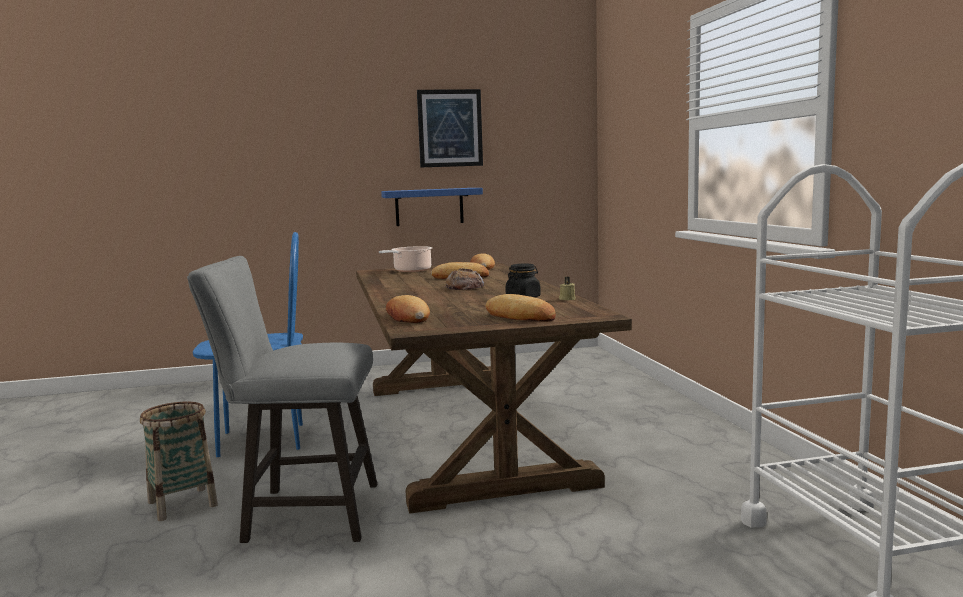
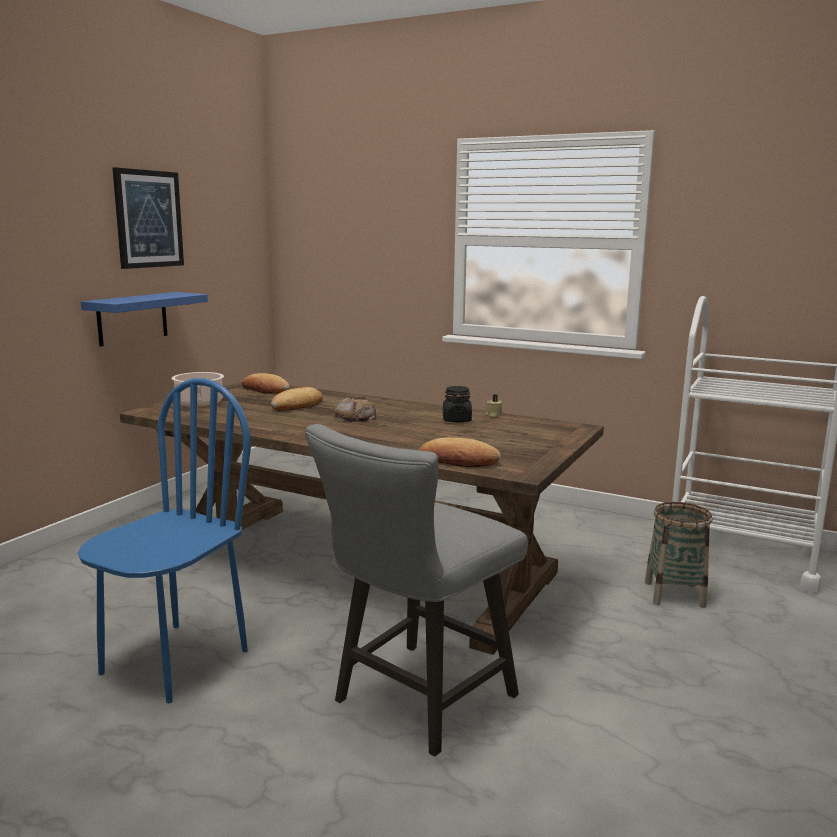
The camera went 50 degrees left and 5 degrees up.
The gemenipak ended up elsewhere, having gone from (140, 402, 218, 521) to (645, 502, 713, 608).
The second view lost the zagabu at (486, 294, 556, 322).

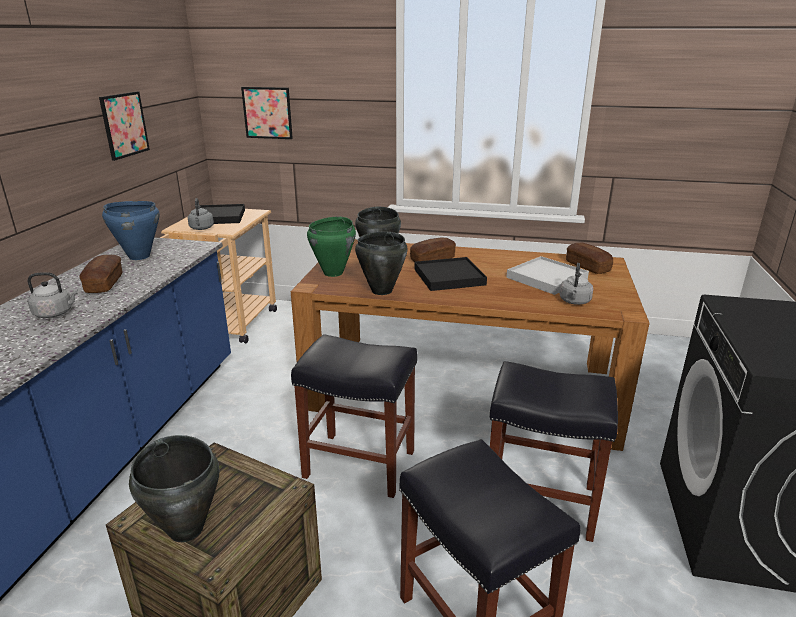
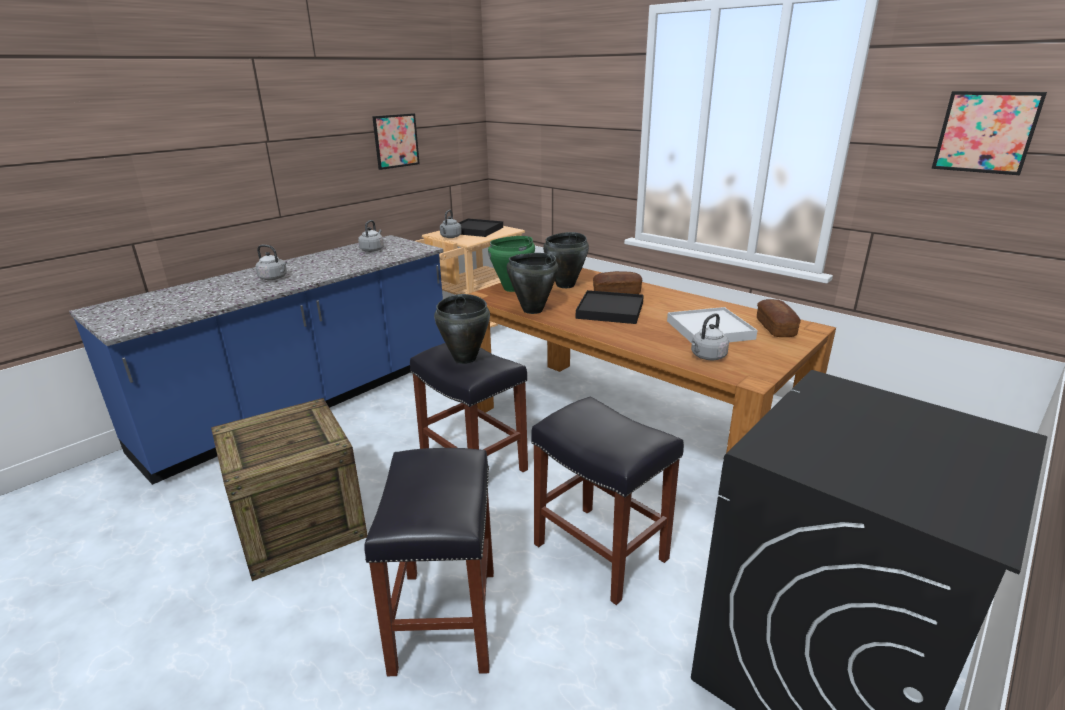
The camera went 30 degrees right and 0 degrees up.
Where the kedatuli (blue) stood at (102, 201, 159, 260), the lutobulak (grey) came to stand at (358, 220, 384, 252).
The kedatuli (black) ended up elsewhere, having gone from (129, 435, 219, 542) to (434, 294, 490, 364).
The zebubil ended up elsewhere, having gone from (241, 87, 293, 139) to (931, 91, 1047, 175).
The second view lost the zagabu at (80, 255, 122, 293).

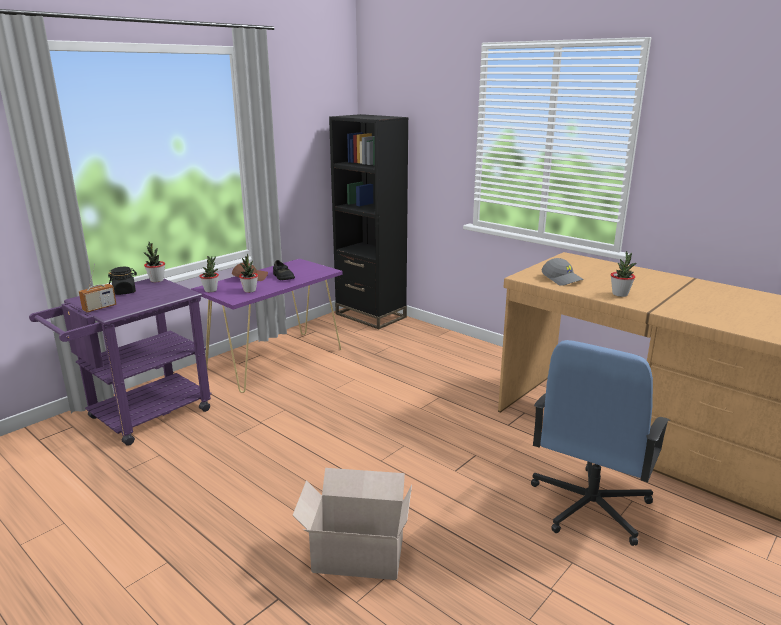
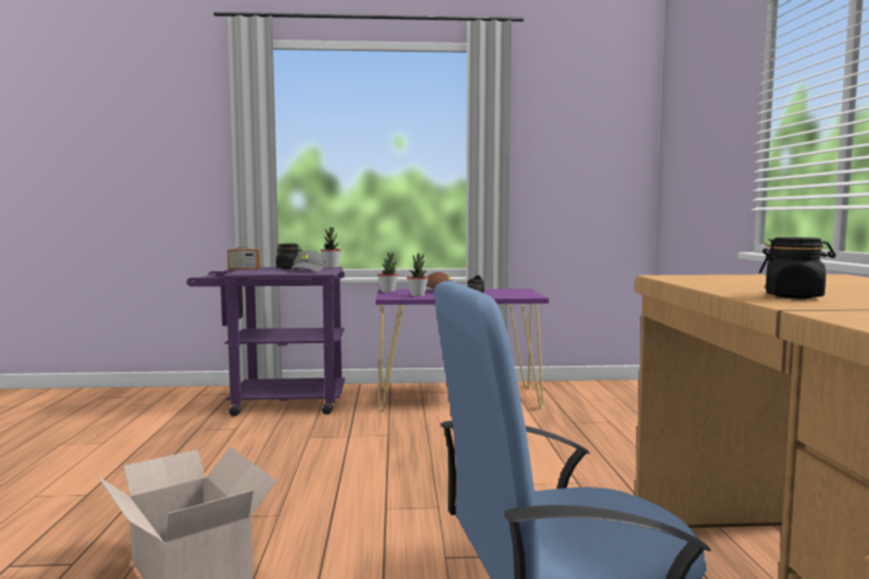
The camera went 45 degrees right and 15 degrees down.
The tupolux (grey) ended up elsewhere, having gone from (542, 258, 584, 286) to (288, 250, 326, 272).
Where the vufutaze stood at (611, 251, 636, 297), the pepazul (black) came to stand at (759, 237, 836, 299).
The second view lost the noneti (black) at (329, 114, 409, 329).

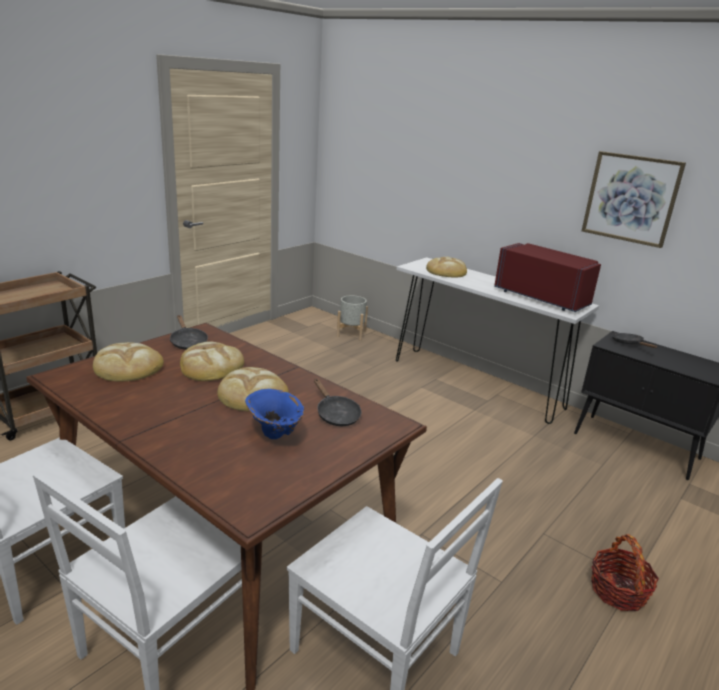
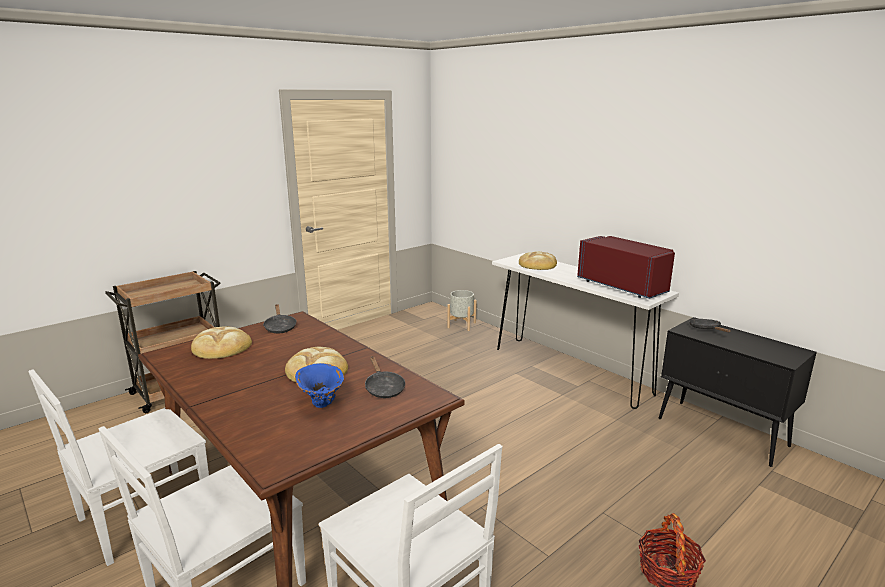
The camera went 10 degrees right and 5 degrees down.
The second view lost the zagabu at (180, 341, 244, 381).
The second view lost the zebubil at (582, 151, 686, 248).

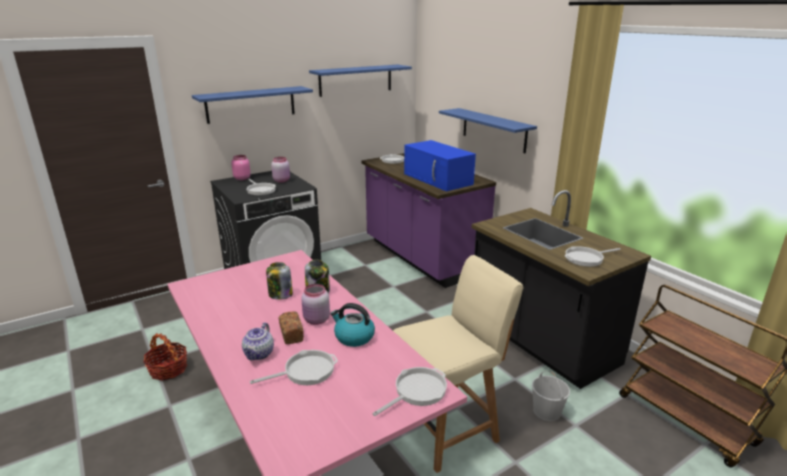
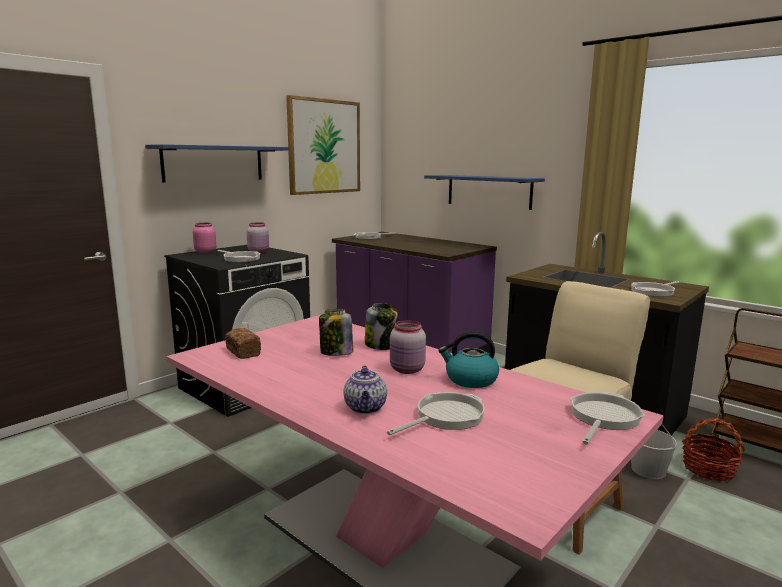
The camera went 15 degrees left and 10 degrees down.
The zagabu ended up elsewhere, having gone from (278, 311, 304, 344) to (225, 328, 261, 359).
Where the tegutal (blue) hung at (309, 65, 412, 97), the zebubil came to hang at (286, 95, 360, 195).
The gemenipak ended up elsewhere, having gone from (143, 333, 187, 381) to (682, 418, 745, 481).
The second view lost the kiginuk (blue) at (404, 140, 476, 191).

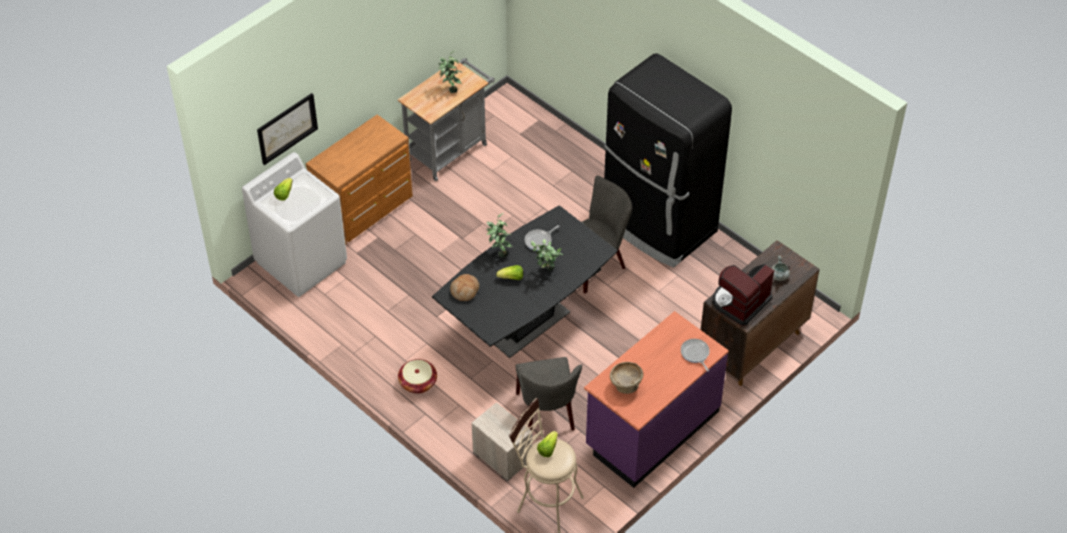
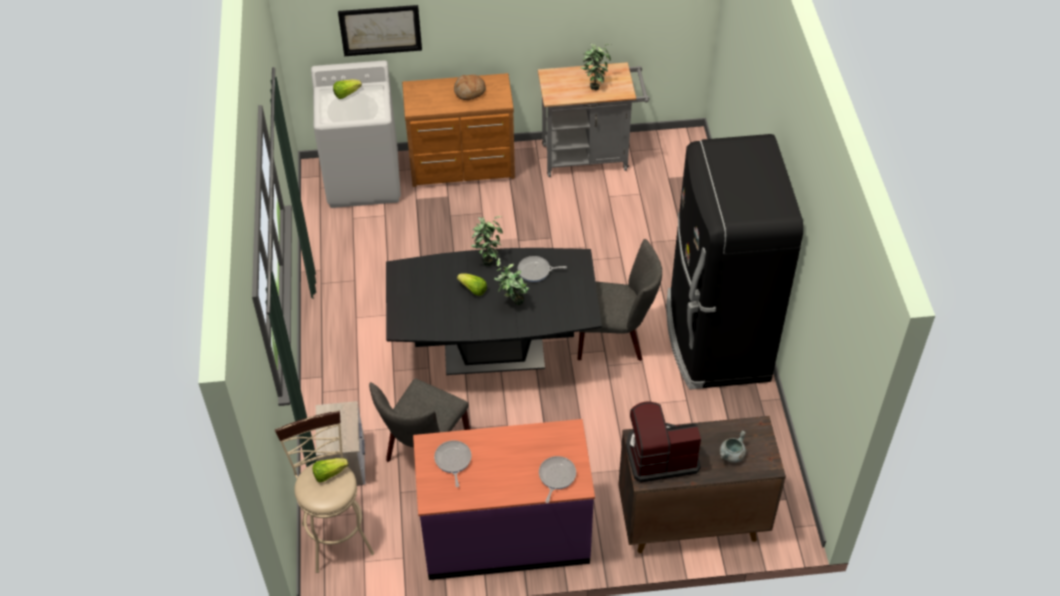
The camera went 40 degrees right and 0 degrees up.
Where the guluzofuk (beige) stood at (610, 362, 643, 394), the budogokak came to stand at (434, 440, 472, 487).
The zagabu ended up elsewhere, having gone from (450, 274, 479, 301) to (454, 74, 486, 100).
The second view lost the gemenipak at (398, 359, 437, 394).

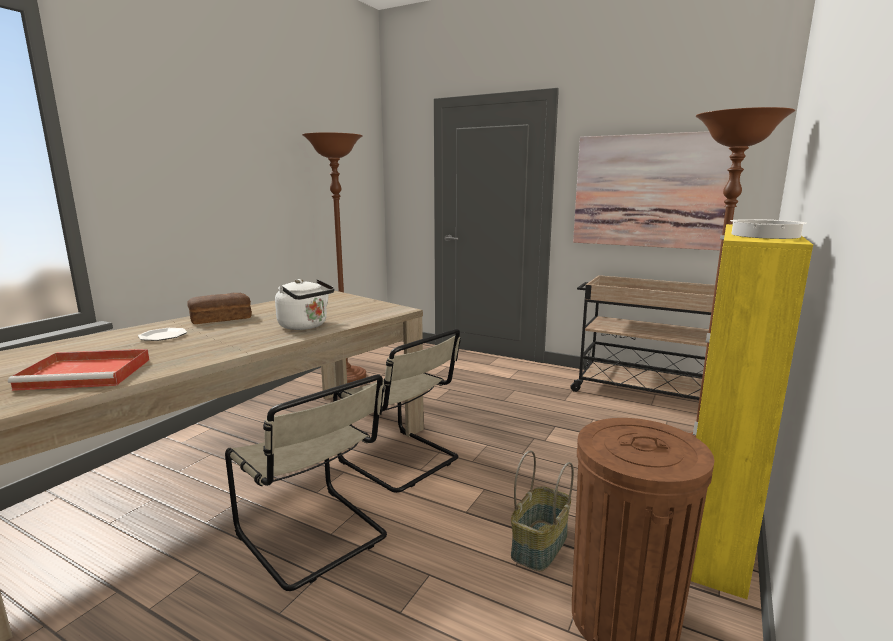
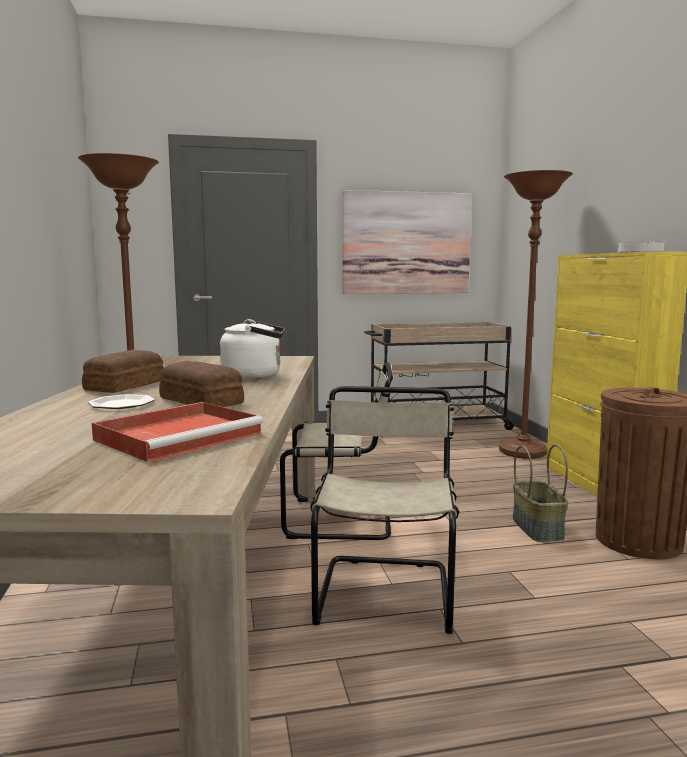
The camera went 40 degrees left and 5 degrees down.
The second view gained the zagabu at (159, 361, 244, 407).
The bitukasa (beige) at (225, 375, 387, 591) ended up facing another way, 90 degrees counterclockwise from before.

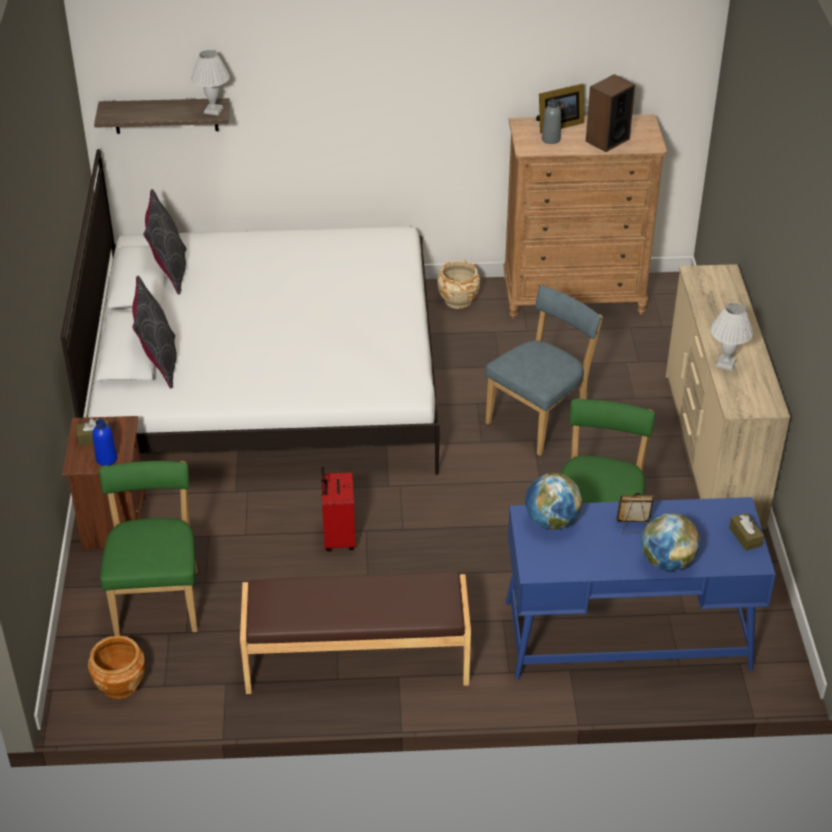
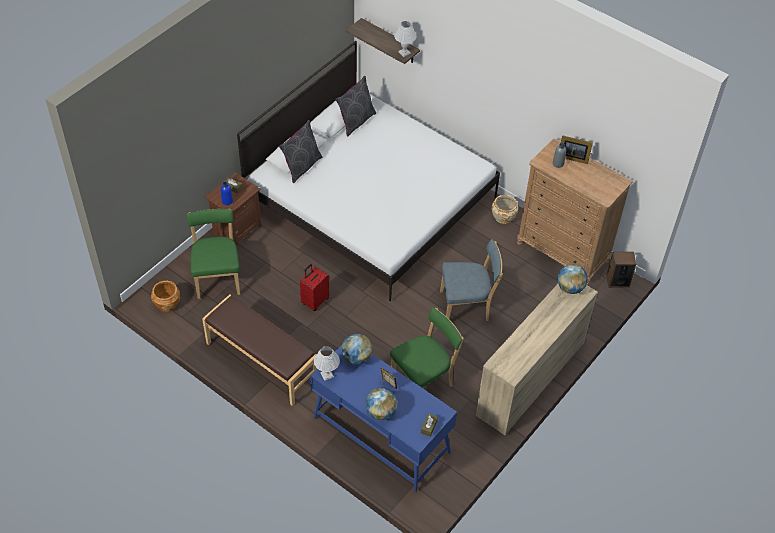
The camera went 40 degrees right and 10 degrees up.
The bitukasa (green) at (99, 461, 198, 636) ended up facing another way, 45 degrees counterclockwise from before.
The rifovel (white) ended up elsewhere, having gone from (710, 303, 753, 371) to (314, 346, 340, 381).
The second view gained the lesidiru at (557, 264, 588, 294).
The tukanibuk ended up elsewhere, having gone from (586, 74, 635, 152) to (607, 252, 636, 287).

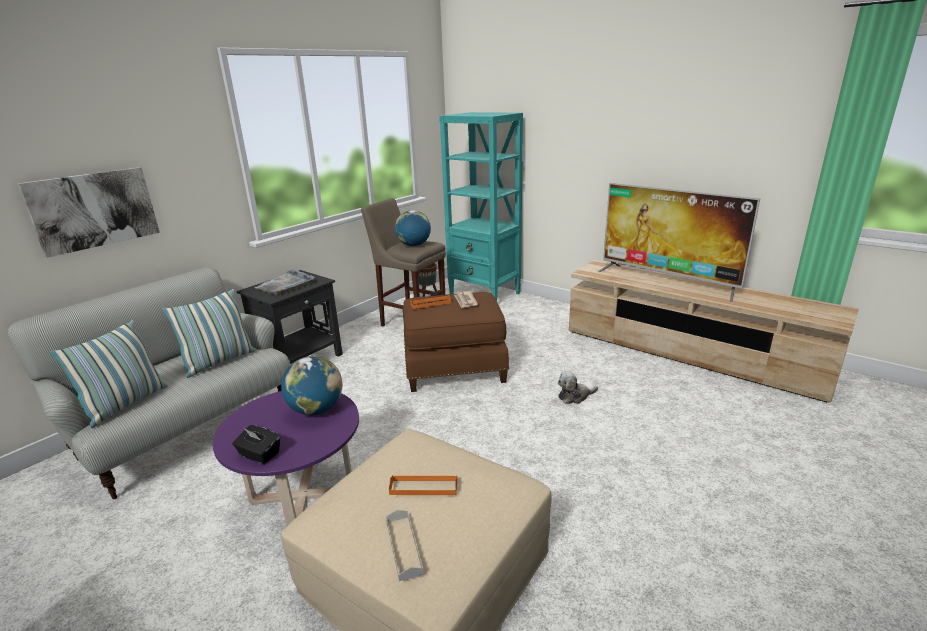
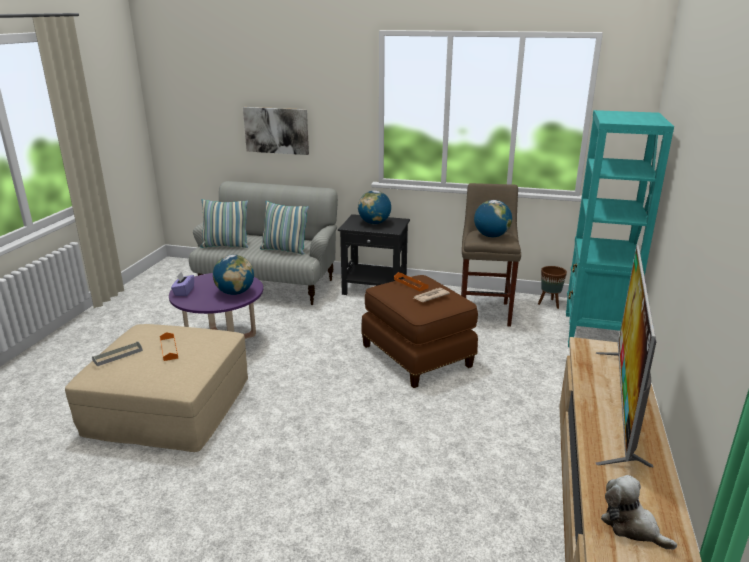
The camera went 65 degrees right and 0 degrees up.
What was the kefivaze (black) at (232, 425, 280, 464) turned into the kefivaze (purple) at (171, 272, 194, 296).
Where the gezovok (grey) stood at (254, 270, 314, 295), the lesidiru came to stand at (358, 190, 391, 224).
The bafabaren ended up elsewhere, having gone from (558, 371, 598, 404) to (601, 475, 677, 550).

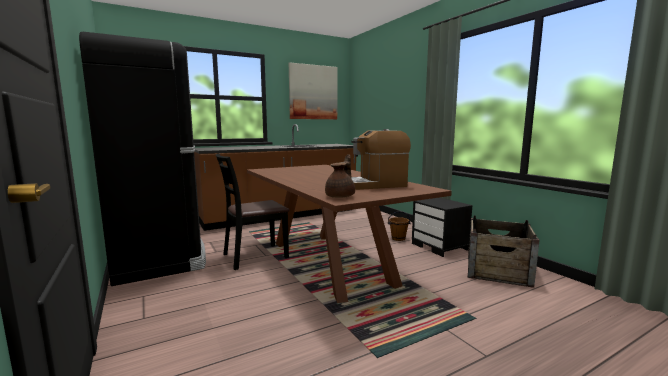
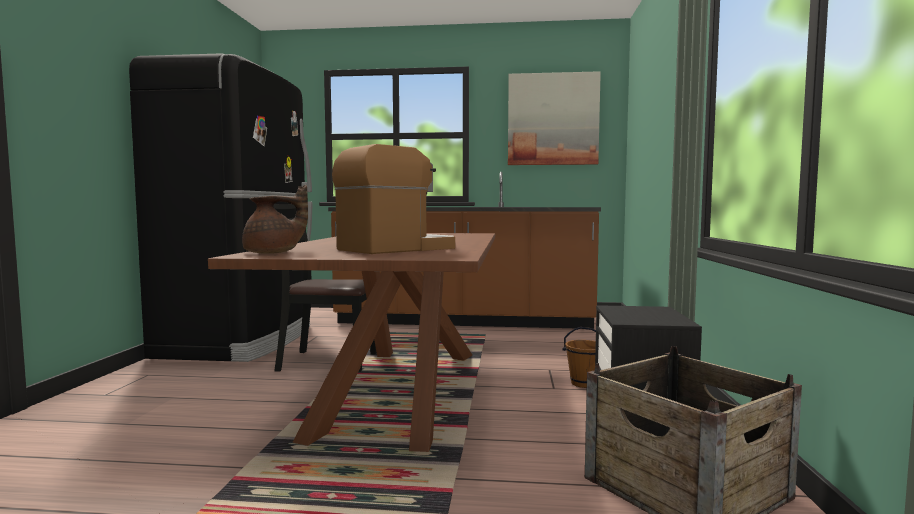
The camera went 35 degrees right and 5 degrees down.
The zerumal at (351, 129, 411, 190) ended up facing another way, 120 degrees clockwise from before.

